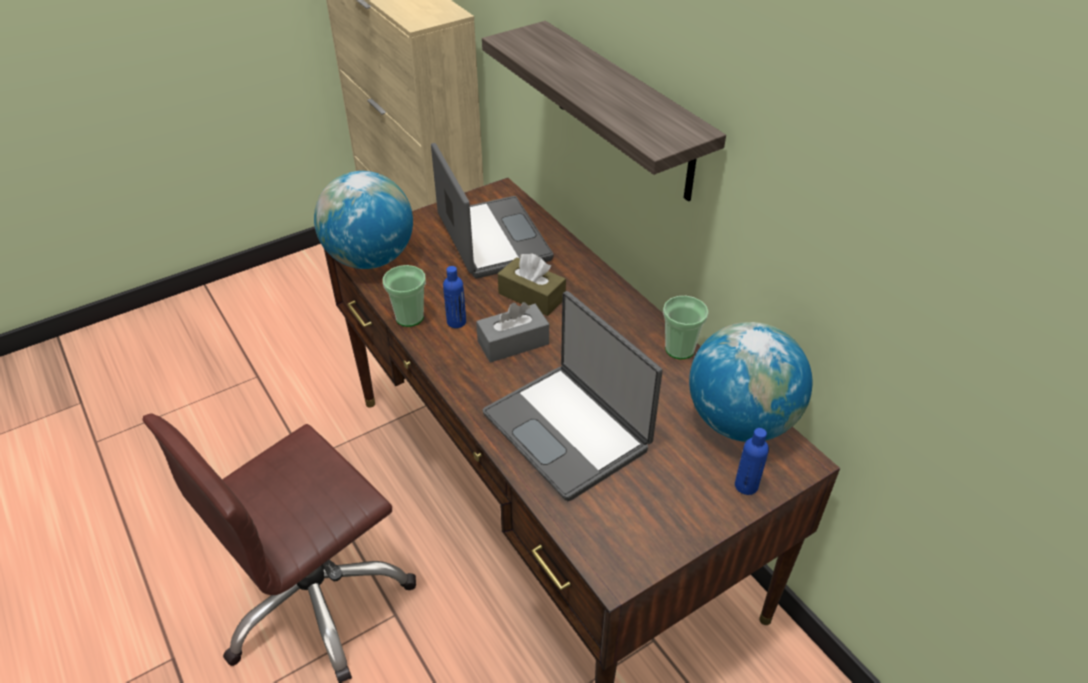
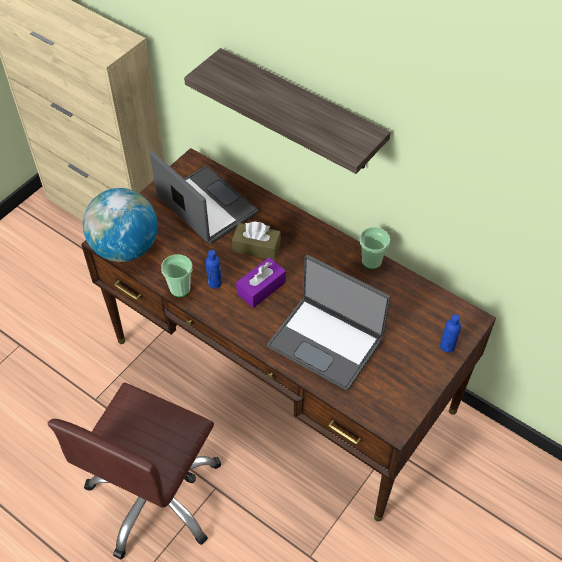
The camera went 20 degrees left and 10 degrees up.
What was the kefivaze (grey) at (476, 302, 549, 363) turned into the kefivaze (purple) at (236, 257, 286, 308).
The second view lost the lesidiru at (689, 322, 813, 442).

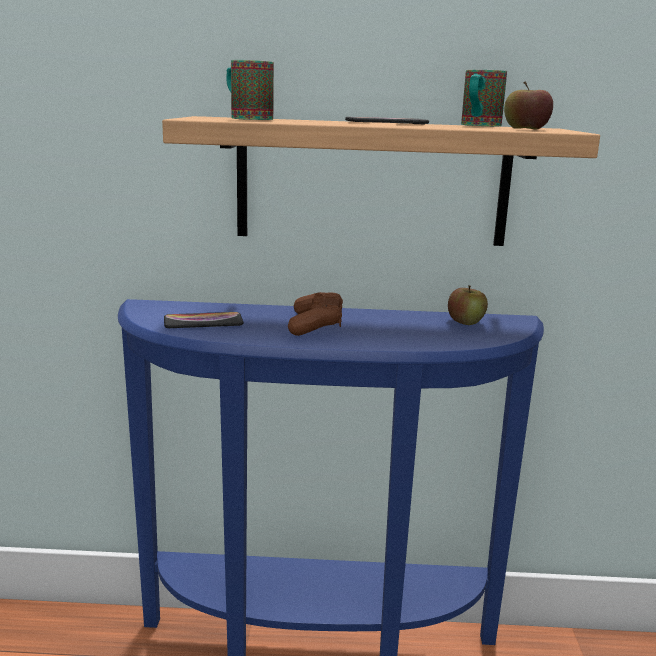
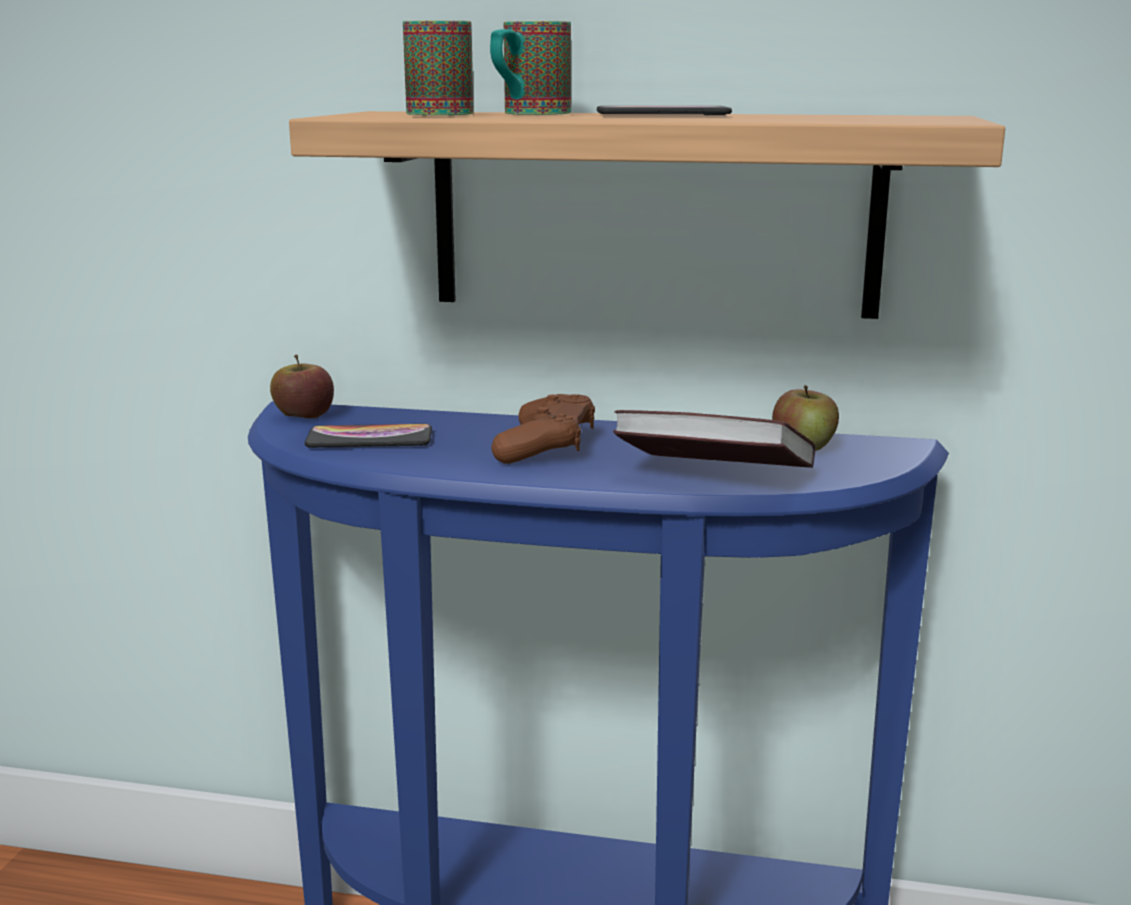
The camera went 10 degrees right and 0 degrees up.
The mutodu ended up elsewhere, having gone from (504, 81, 553, 130) to (270, 355, 334, 419).
The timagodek ended up elsewhere, having gone from (461, 69, 507, 126) to (490, 21, 571, 115).
The second view gained the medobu at (613, 410, 816, 468).

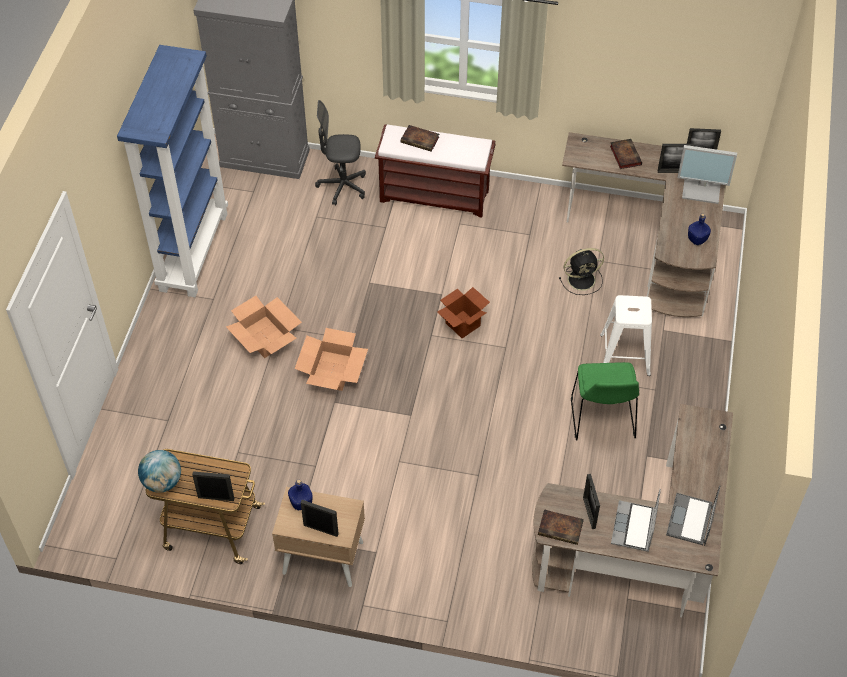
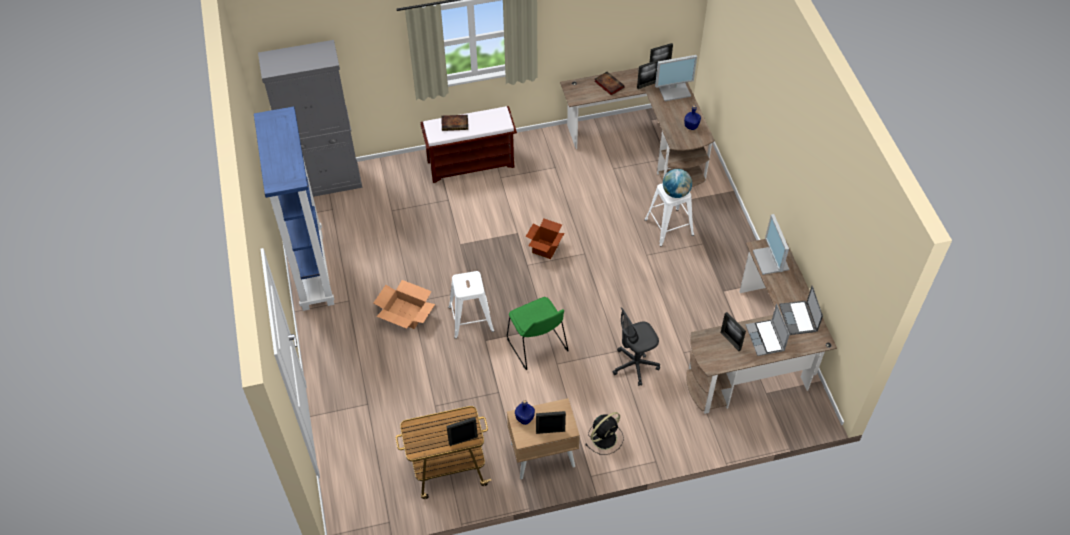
The camera went 25 degrees left and 0 degrees up.
Where the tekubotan stood at (295, 328, 368, 391), the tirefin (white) came to stand at (448, 271, 494, 339).
The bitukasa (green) ended up elsewhere, having gone from (571, 362, 639, 441) to (507, 297, 569, 370).
The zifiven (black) ended up elsewhere, having gone from (559, 248, 604, 295) to (585, 412, 624, 455).
The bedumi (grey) ended up elsewhere, having gone from (315, 100, 366, 205) to (613, 307, 660, 386).
The lesidiru ended up elsewhere, having gone from (138, 450, 181, 493) to (663, 169, 692, 198).
The second view gained the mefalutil at (753, 214, 789, 275).
The second view lost the medobu at (538, 509, 584, 545).

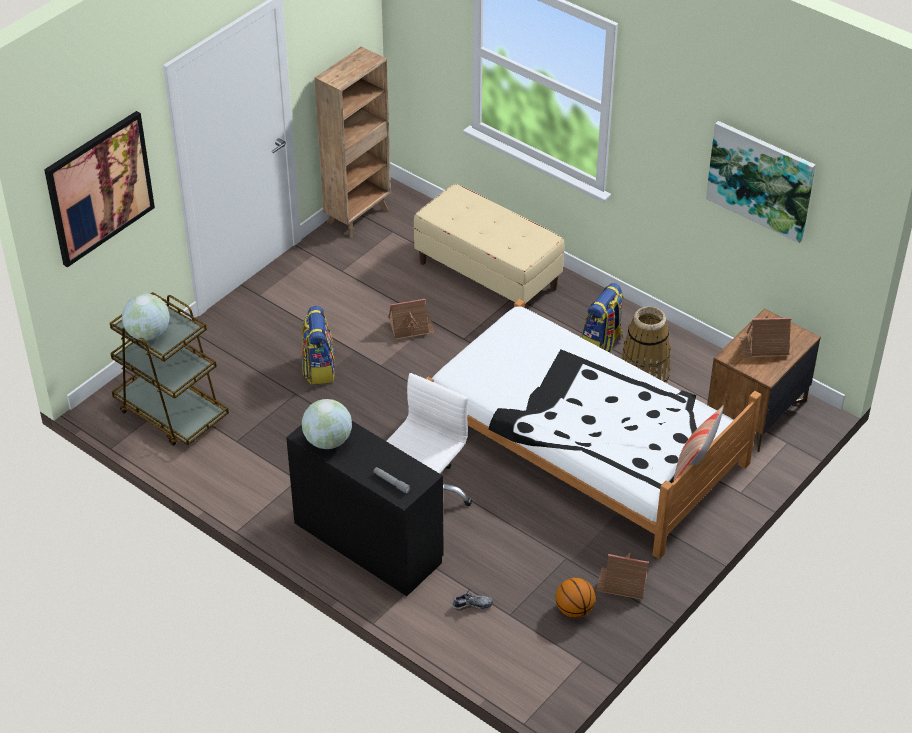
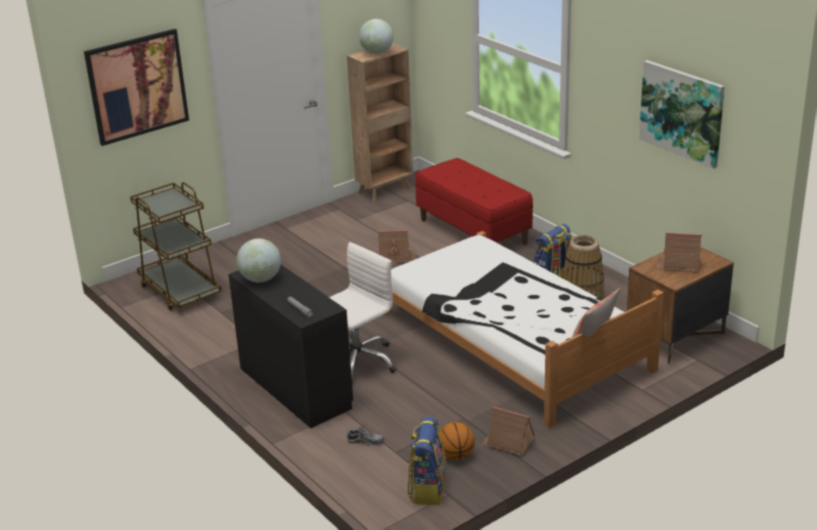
The camera went 15 degrees right and 15 degrees down.
The lesidiru ended up elsewhere, having gone from (122, 294, 170, 341) to (359, 19, 393, 54).
The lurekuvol ended up elsewhere, having gone from (302, 306, 335, 384) to (407, 417, 447, 505).
What was the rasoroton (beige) at (414, 184, 565, 308) turned into the rasoroton (red) at (415, 158, 533, 245).

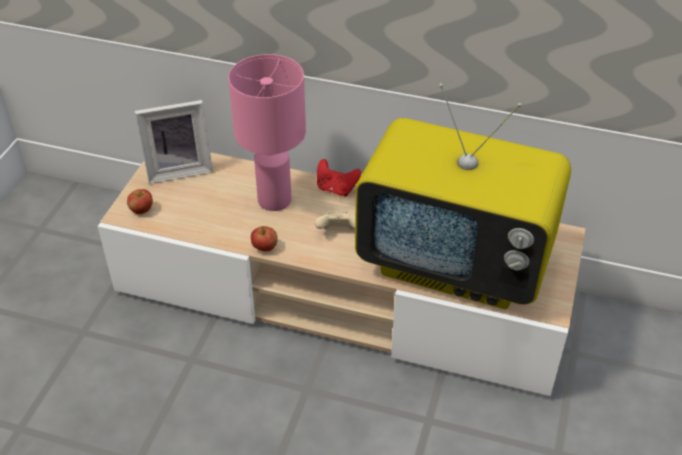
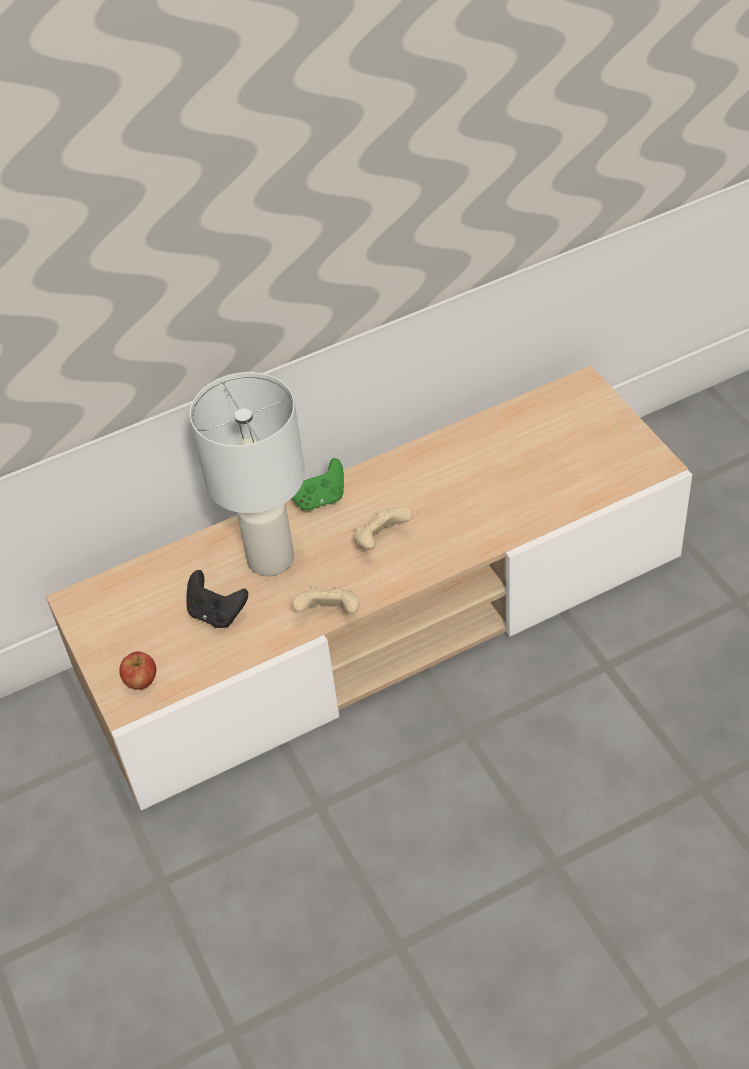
The camera went 40 degrees left and 5 degrees up.
The second view gained the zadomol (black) at (187, 570, 248, 628).
What was the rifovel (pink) at (228, 54, 306, 211) turned into the rifovel (white) at (190, 372, 305, 576).
What was the zadomol (red) at (317, 159, 361, 196) turned into the zadomol (green) at (292, 458, 344, 511).
Where the mutodu stood at (251, 226, 278, 252), the zadomol (beige) came to stand at (292, 585, 359, 614).
The second view lost the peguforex at (135, 100, 213, 184).
The second view lost the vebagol at (355, 83, 571, 309).

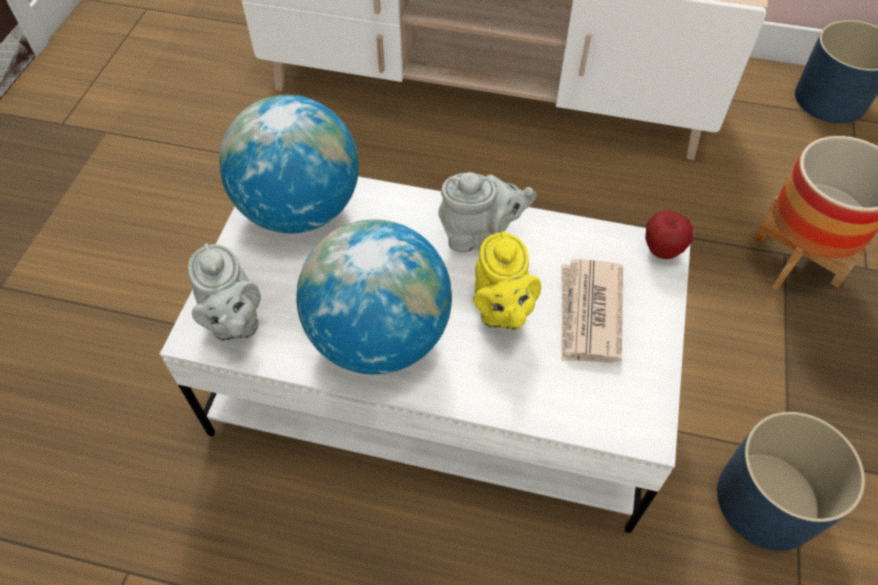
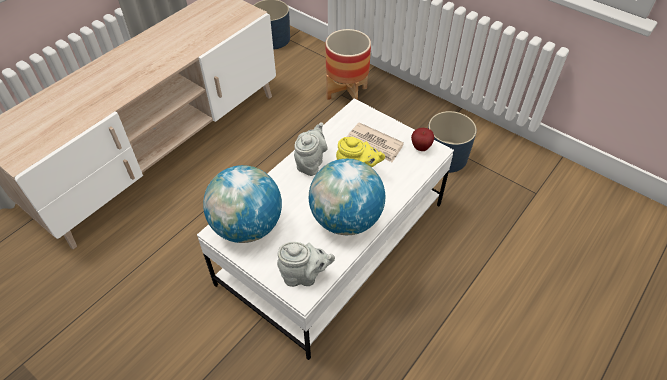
The camera went 65 degrees left and 5 degrees down.
The mutodu ended up elsewhere, having gone from (645, 210, 693, 259) to (411, 128, 435, 151).

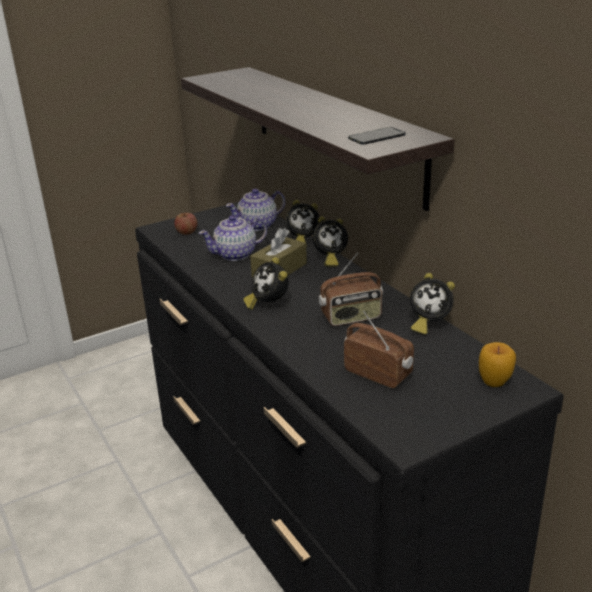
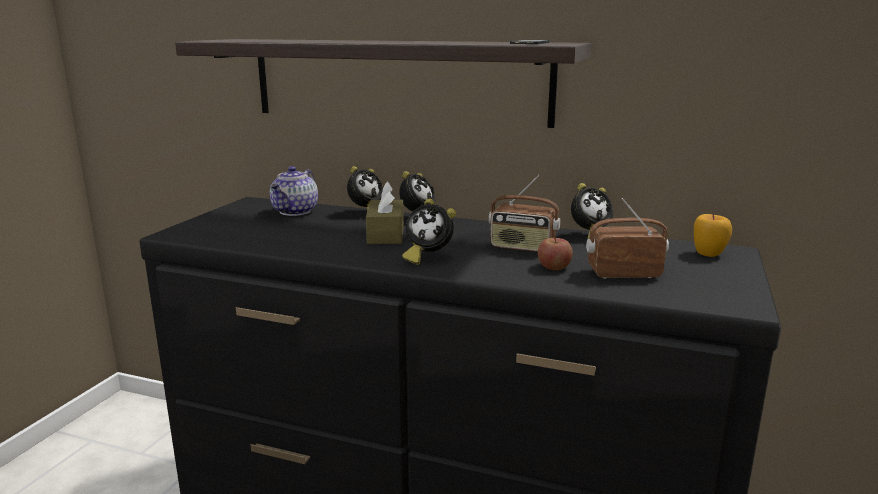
The camera went 40 degrees left and 10 degrees down.
The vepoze at (319, 253, 383, 326) ended up facing another way, 75 degrees clockwise from before.
The mutodu ended up elsewhere, having gone from (174, 213, 197, 235) to (538, 237, 573, 270).
The second view lost the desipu at (198, 215, 267, 261).

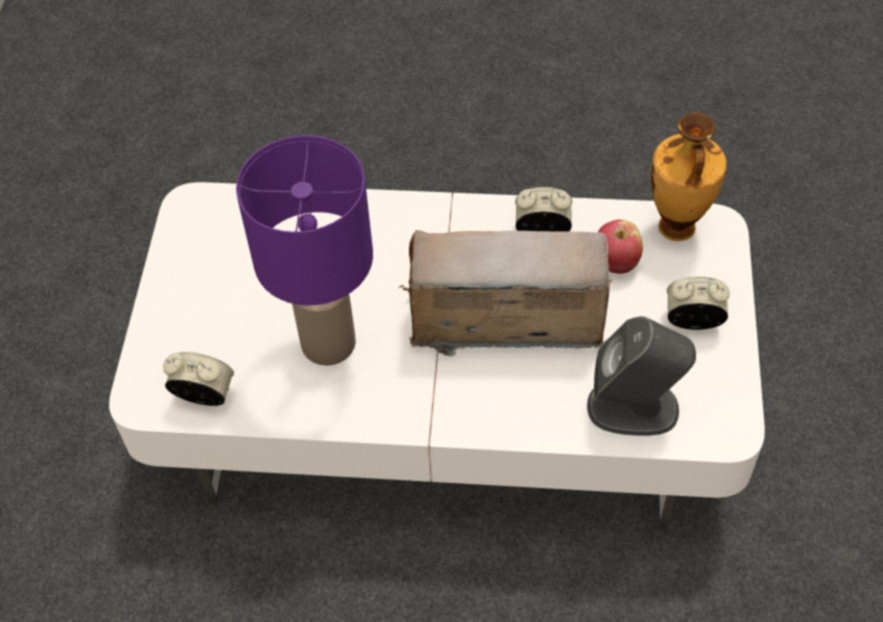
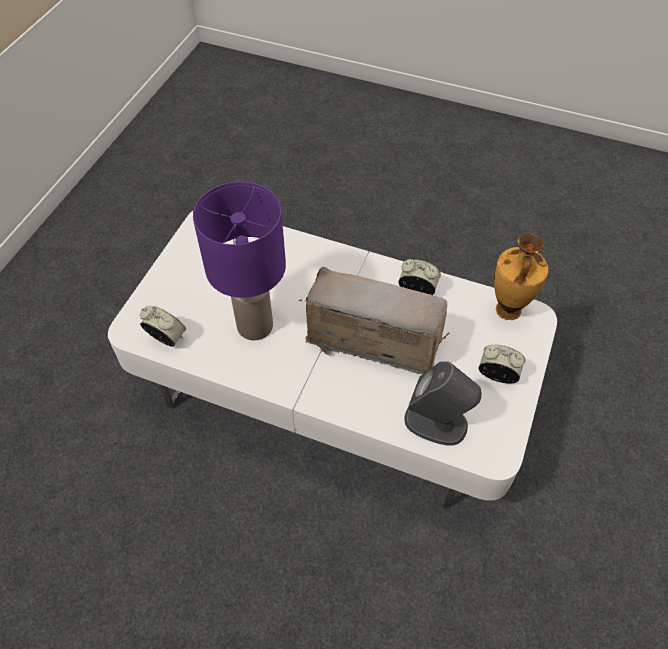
The camera went 15 degrees right and 0 degrees up.
The second view lost the mutodu at (598, 219, 643, 274).

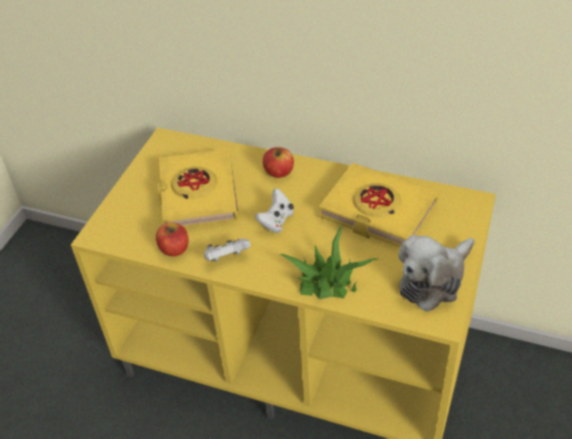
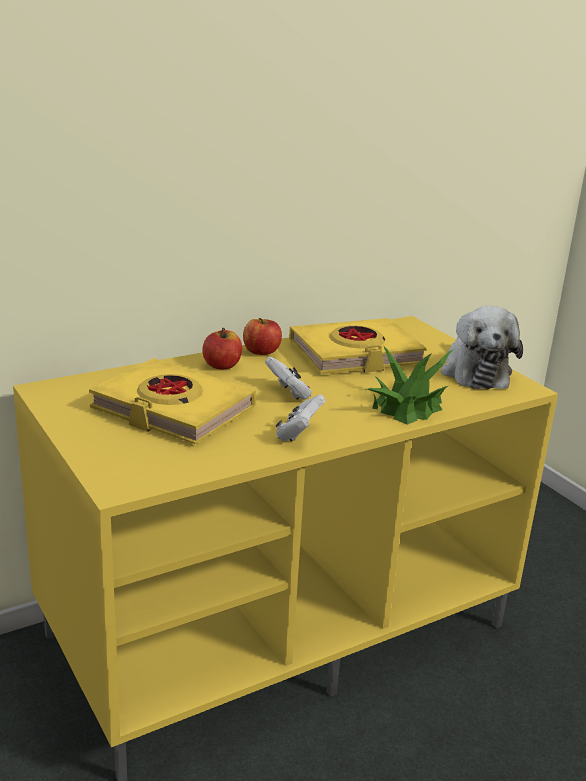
The camera went 55 degrees left and 20 degrees down.
The mutodu ended up elsewhere, having gone from (156, 222, 189, 256) to (243, 318, 282, 355).

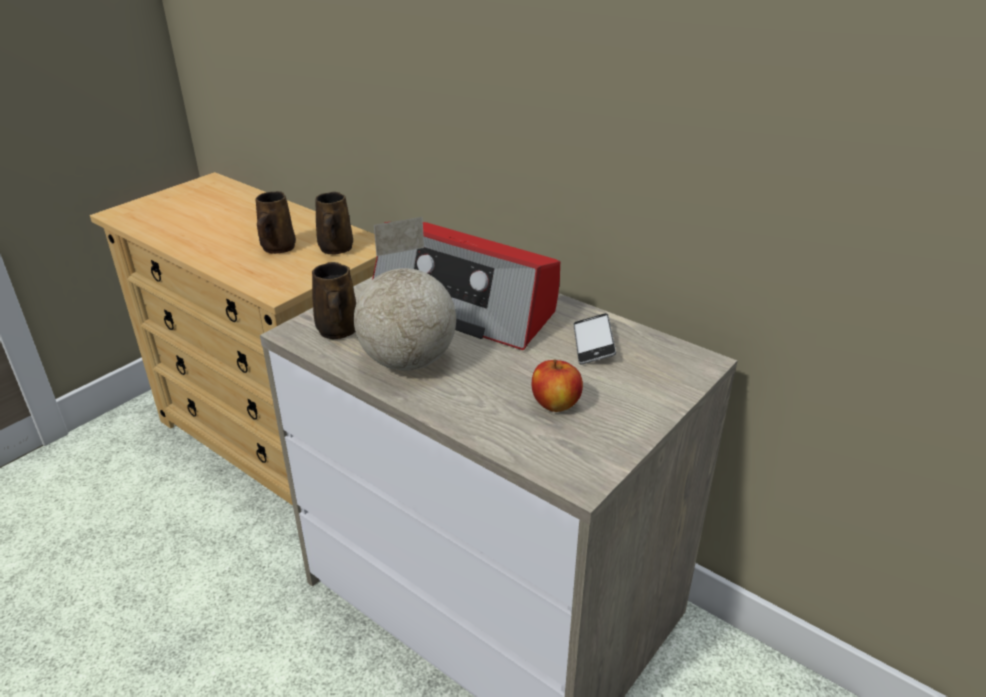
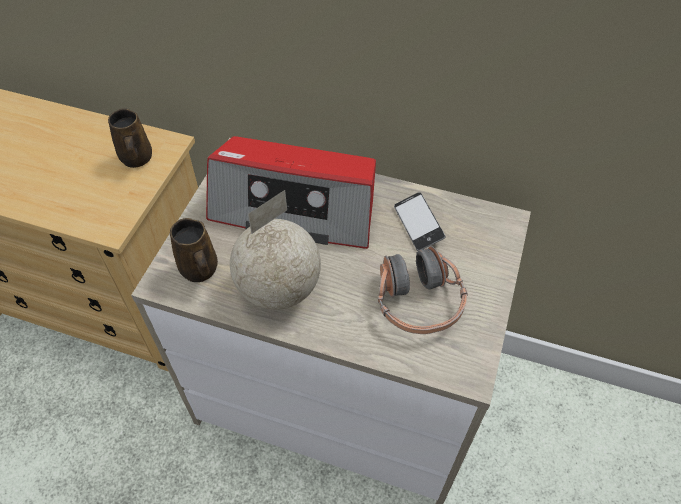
The camera went 20 degrees left and 20 degrees up.
Where the mutodu stood at (532, 359, 583, 412), the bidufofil came to stand at (378, 246, 468, 334).
The second view lost the timagodek (brown) at (255, 191, 296, 254).

